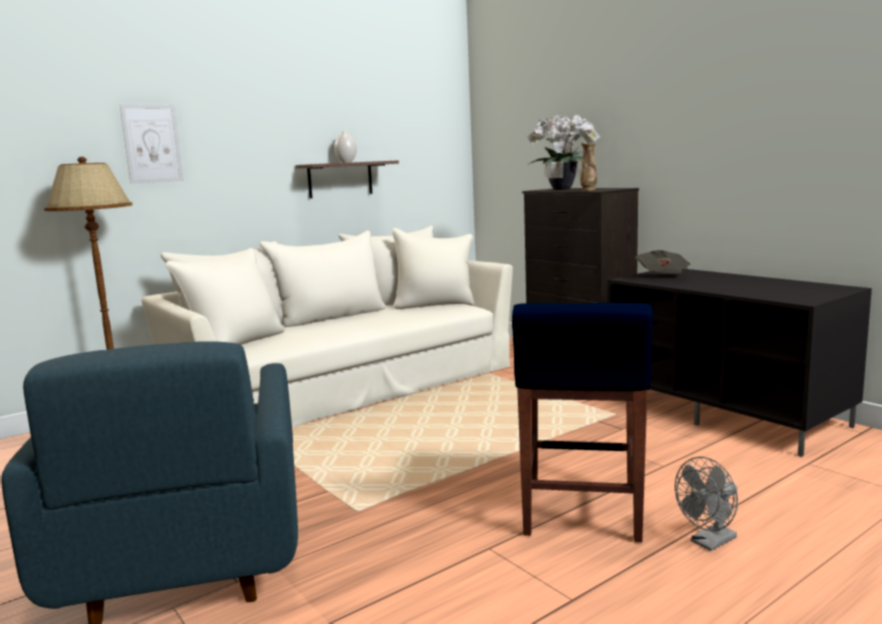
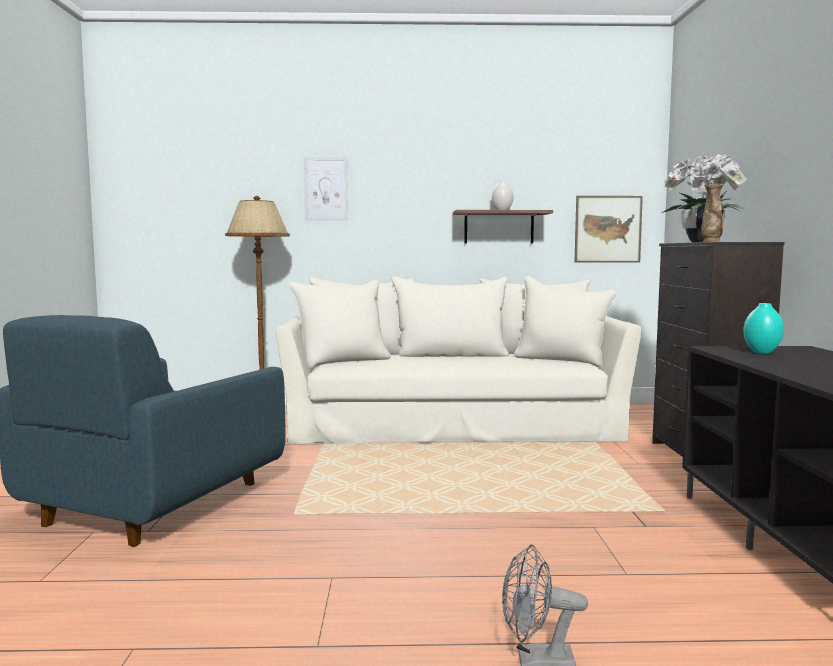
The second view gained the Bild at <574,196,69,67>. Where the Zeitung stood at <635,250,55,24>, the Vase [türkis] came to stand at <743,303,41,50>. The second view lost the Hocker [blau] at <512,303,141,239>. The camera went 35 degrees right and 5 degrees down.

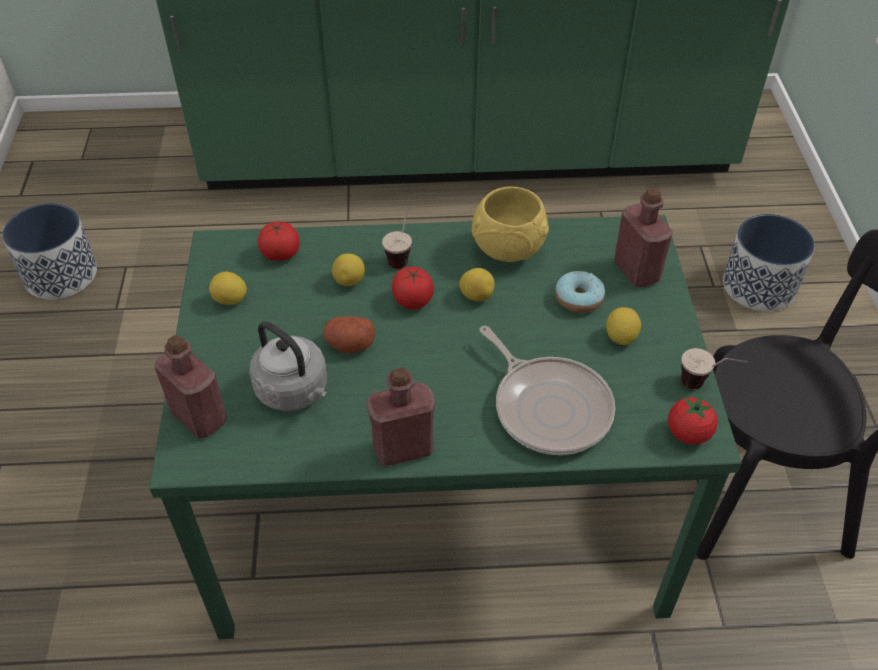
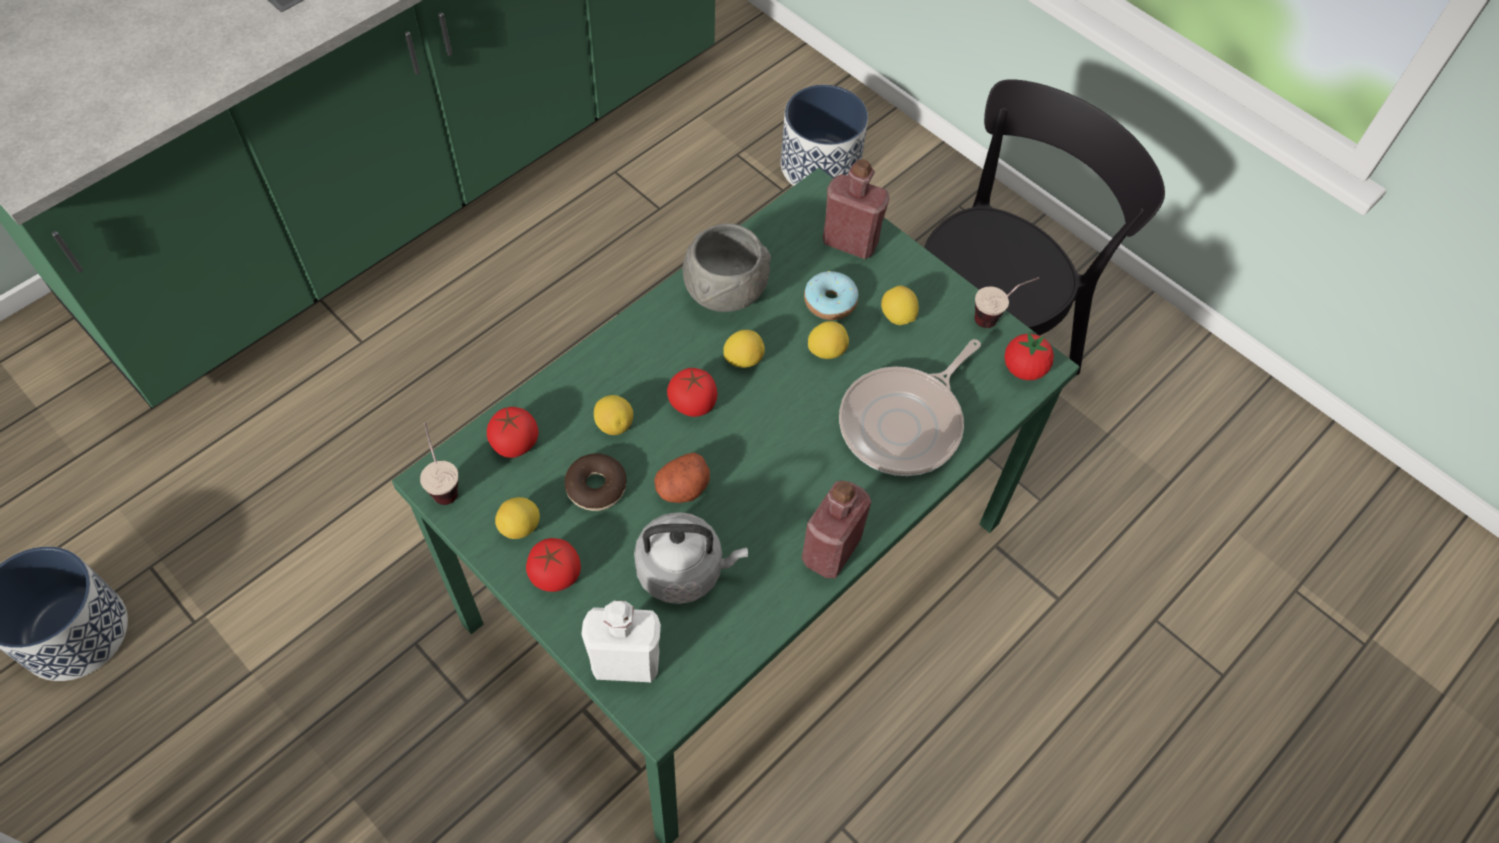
The Tasse ended up elsewhere, having gone from <382,202,31,67> to <420,423,38,82>. The second view gained the Tomate at <526,538,55,54>. The second view gained the Donut at <565,453,62,58>. What was the Flasche [rot] at <155,335,72,104> turned into the Flasche [weiß] at <581,600,80,82>. What was the Schüssel [gelb] at <472,186,77,76> turned into the Schüssel [grau] at <683,224,88,88>. The second view gained the Zitrone at <808,321,41,38>. The Pfanne at <480,326,135,129> ended up facing another way, 120 degrees clockwise from before. The camera went 45 degrees left and 10 degrees up.

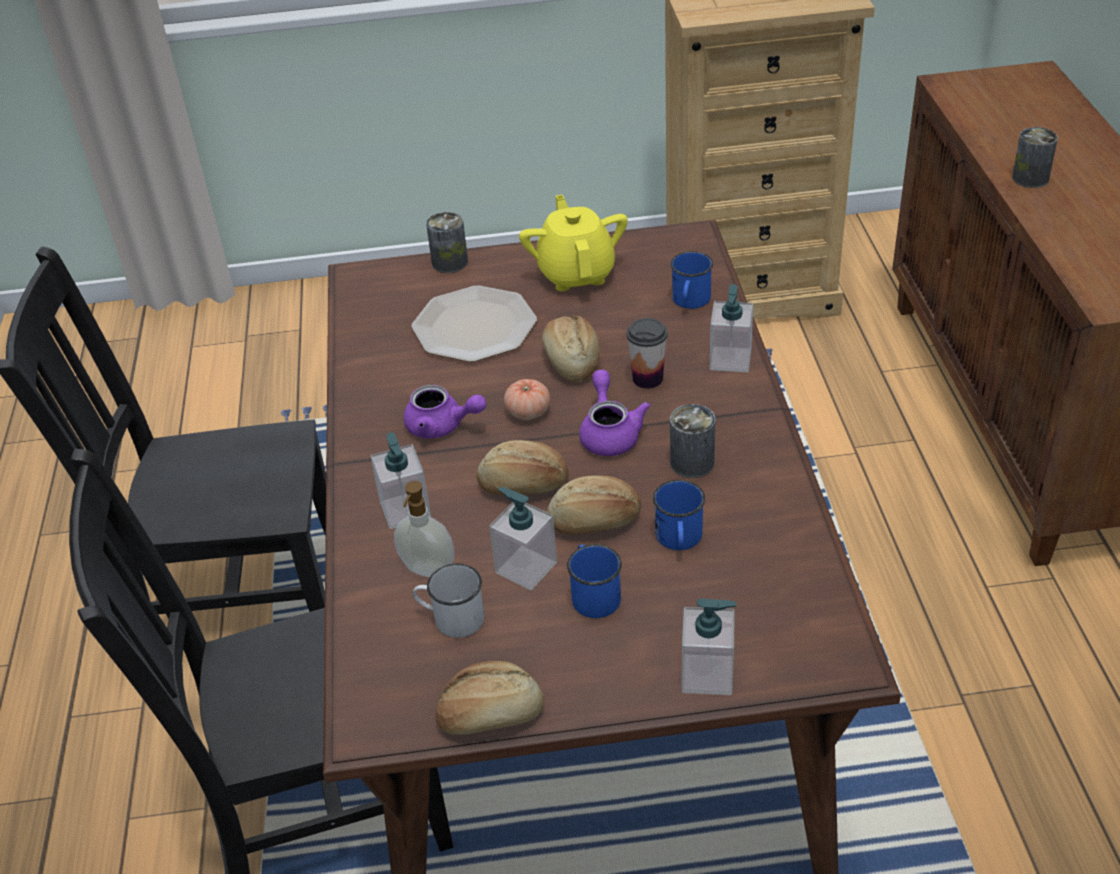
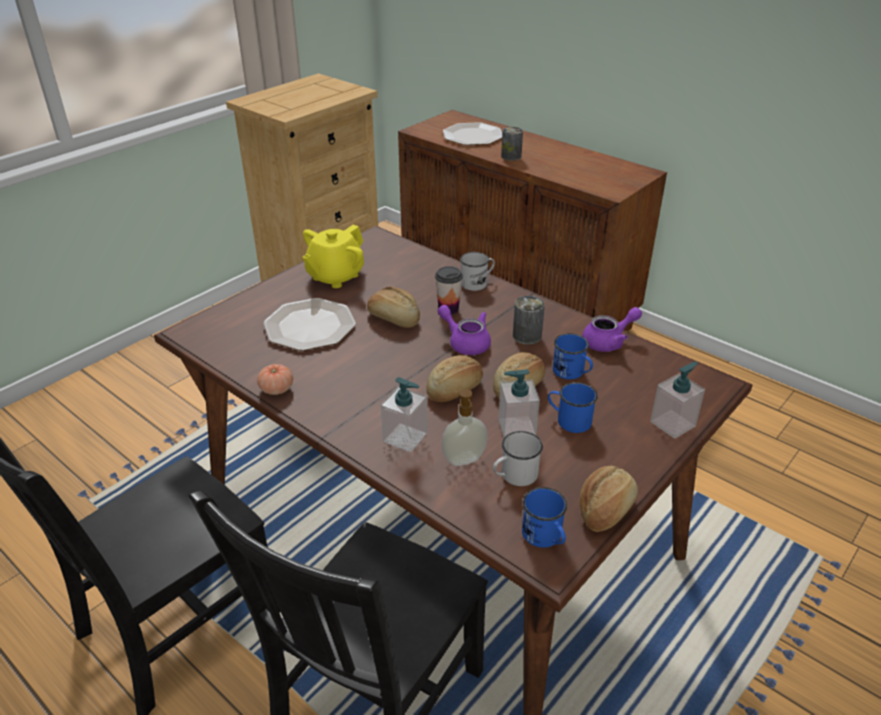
The Tomate ended up elsewhere, having gone from <504,379,46,41> to <257,364,36,31>. The Teekanne [gelb] at <519,195,109,96> ended up facing another way, 90 degrees counterclockwise from before. The second view gained the Teller at <443,122,59,23>. Where the Seifenspender stood at <710,284,43,89>, the Henkelbecher [weiß] came to stand at <460,252,35,39>. The Henkelbecher [blau] ended up elsewhere, having gone from <670,251,43,58> to <522,487,45,61>. The Teekanne [lila] ended up elsewhere, having gone from <403,385,83,54> to <582,307,60,45>. The second view lost the Dose at <426,212,42,61>. The camera went 45 degrees left and 5 degrees down.

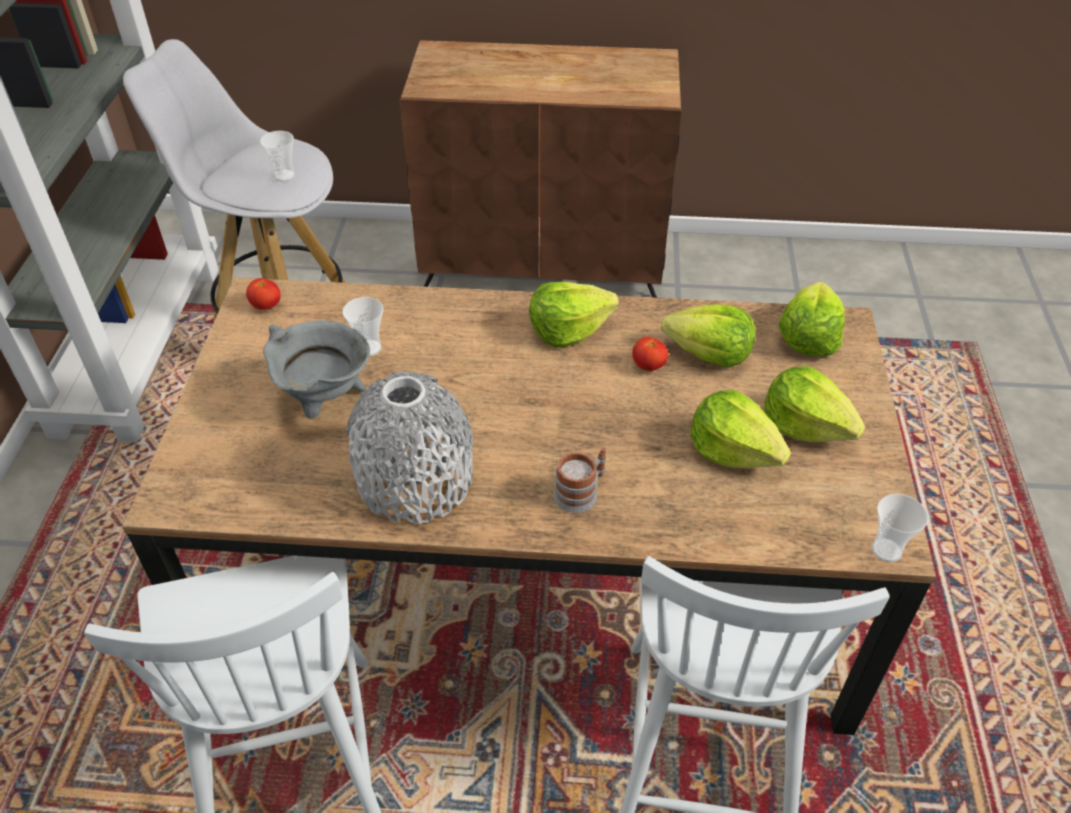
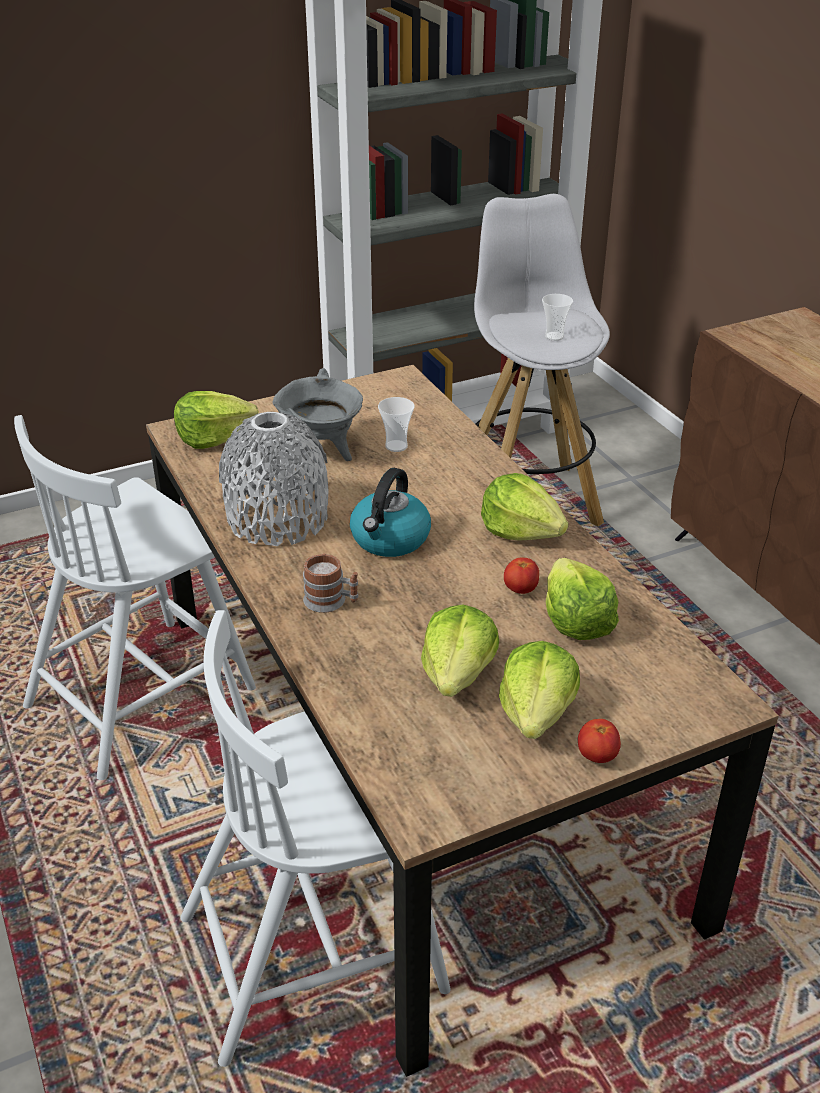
The Salatkopf ended up elsewhere, having gone from <779,282,66,74> to <174,391,85,58>. The second view gained the Wasserkessel at <350,468,81,89>. The Tomate ended up elsewhere, having gone from <246,278,35,32> to <578,719,43,44>. The second view lost the Tasse at <872,494,56,68>. The camera went 60 degrees right and 10 degrees down.

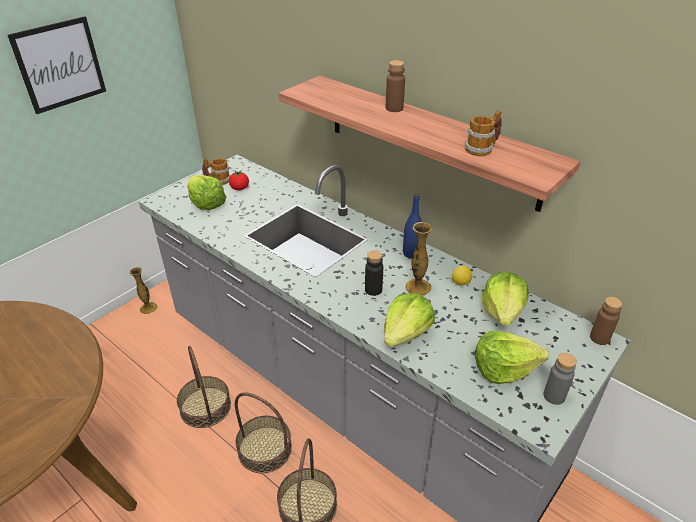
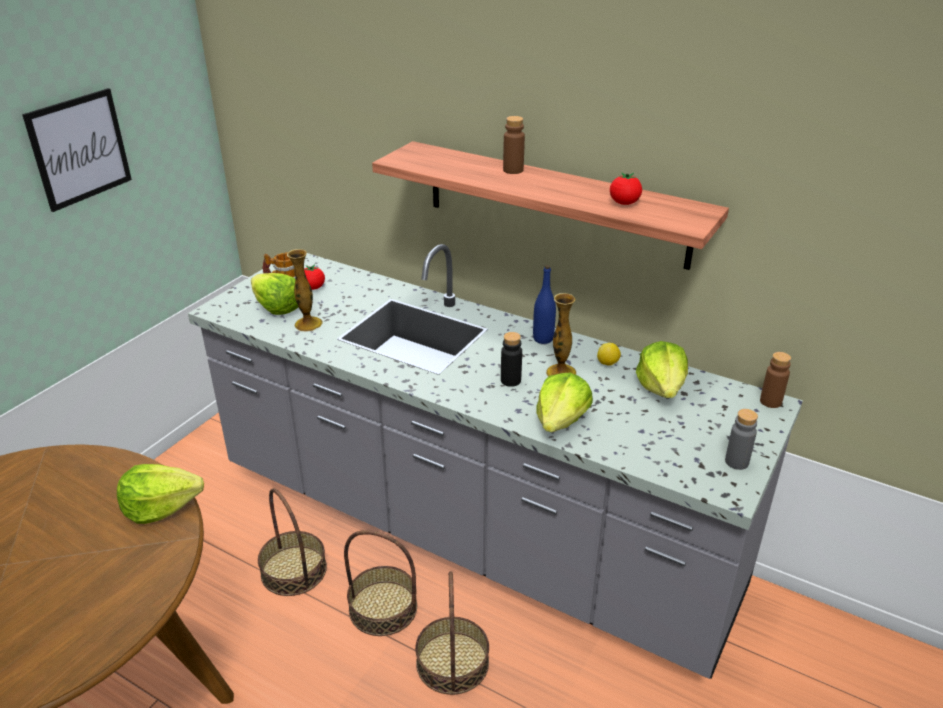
The Salatkopf ended up elsewhere, having gone from <475,331,74,53> to <117,464,87,60>. The Vase ended up elsewhere, having gone from <129,267,29,47> to <287,249,36,83>. Where the Henkelbecher stood at <465,110,37,46>, the Tomate came to stand at <610,172,32,33>. The camera went 10 degrees left and 5 degrees down.

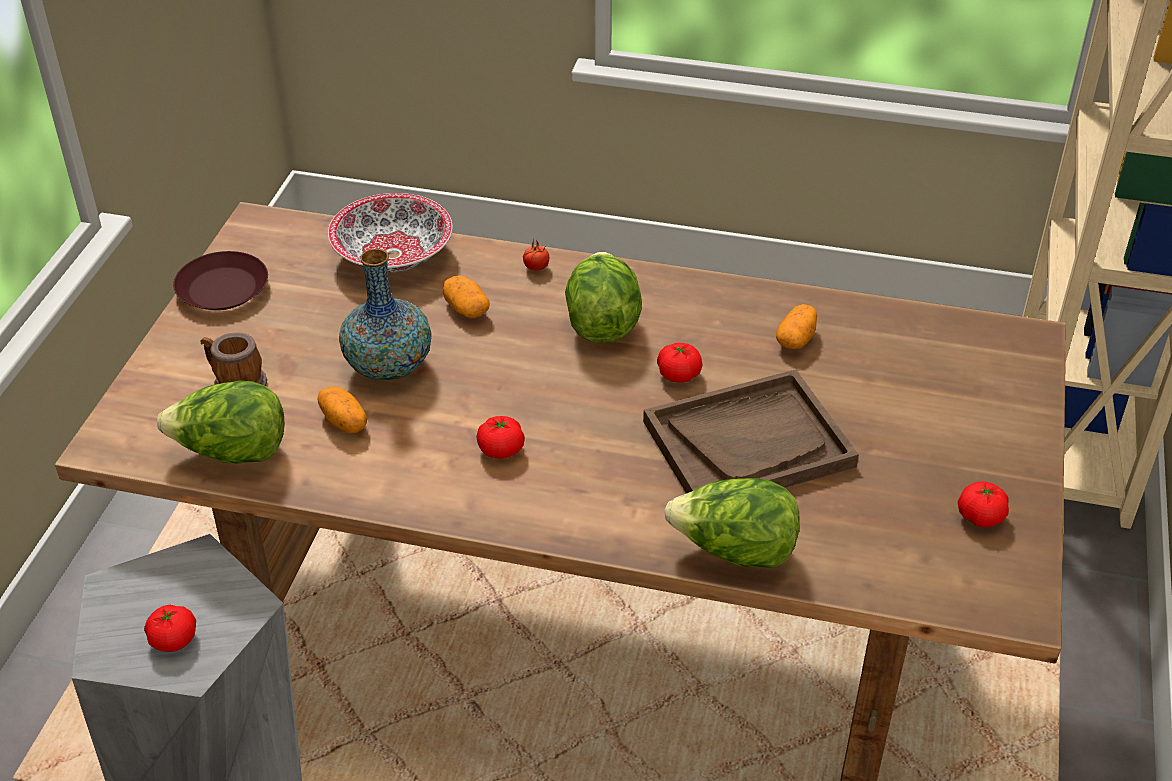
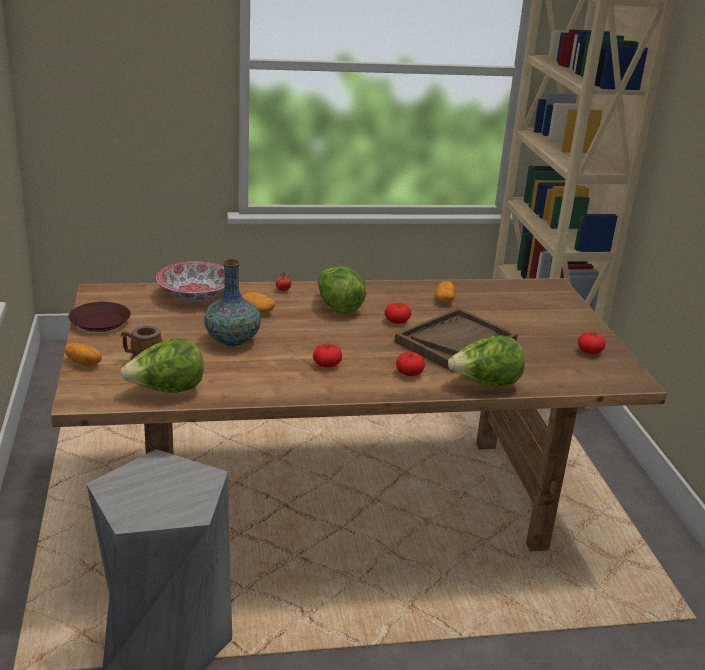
The Kartoffel ended up elsewhere, having gone from <317,387,50,46> to <64,343,38,23>. The Tomate ended up elsewhere, having gone from <144,605,52,47> to <396,352,29,24>. The camera went 25 degrees left and 15 degrees down.

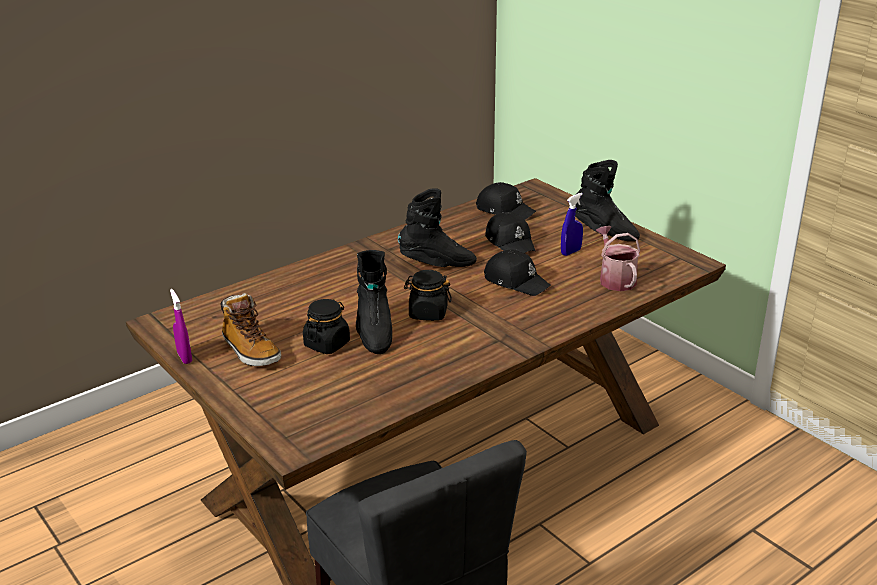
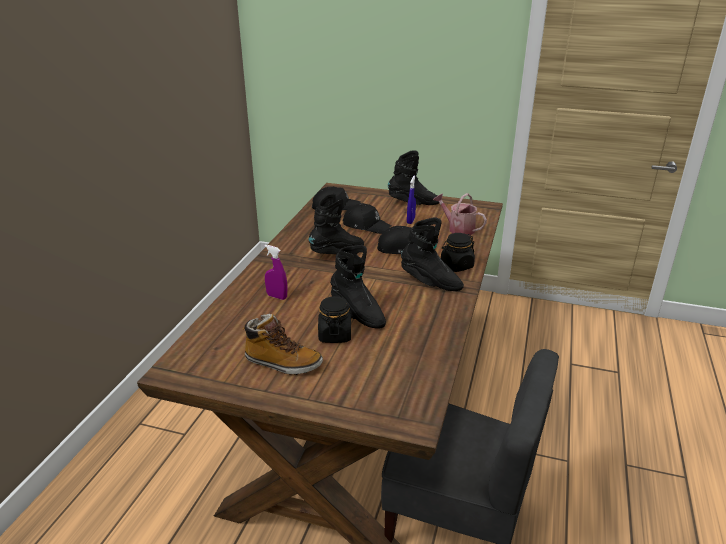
The Sprühflasche [lila] ended up elsewhere, having gone from <170,289,22,75> to <264,245,23,55>. The second view gained the Stiefel [schwarz] at <401,217,63,74>. The Vorratsglas [schwarz] ended up elsewhere, having gone from <404,270,48,51> to <441,233,34,39>. The camera went 35 degrees left and 0 degrees up.

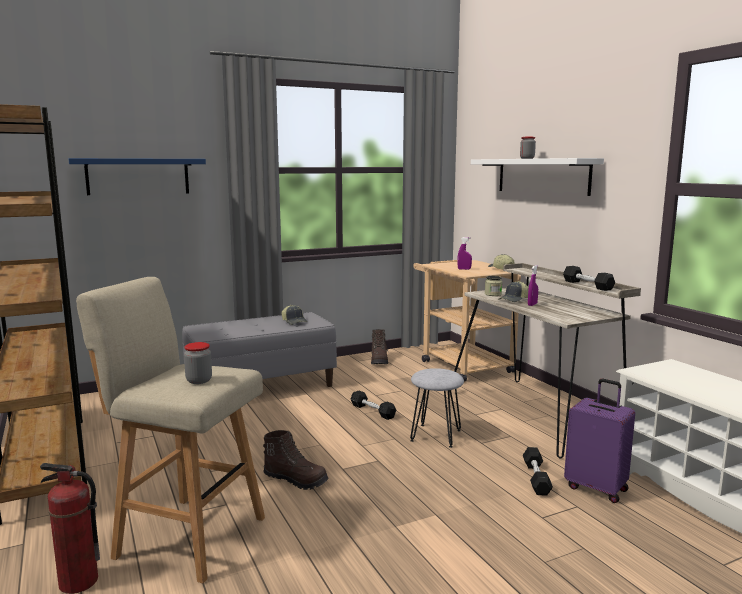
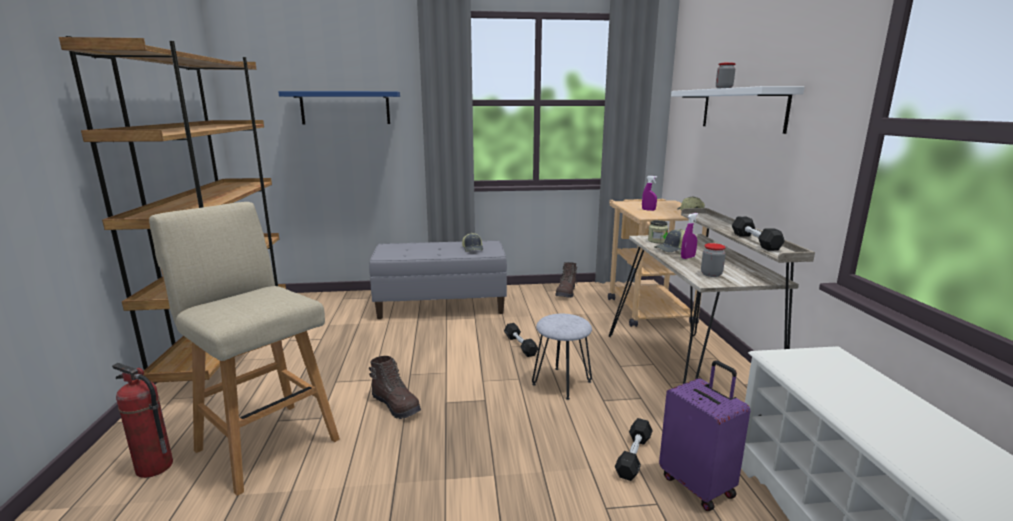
The Vorratsglas ended up elsewhere, having gone from <184,342,28,42> to <701,243,25,34>. The camera went 20 degrees right and 5 degrees up.

